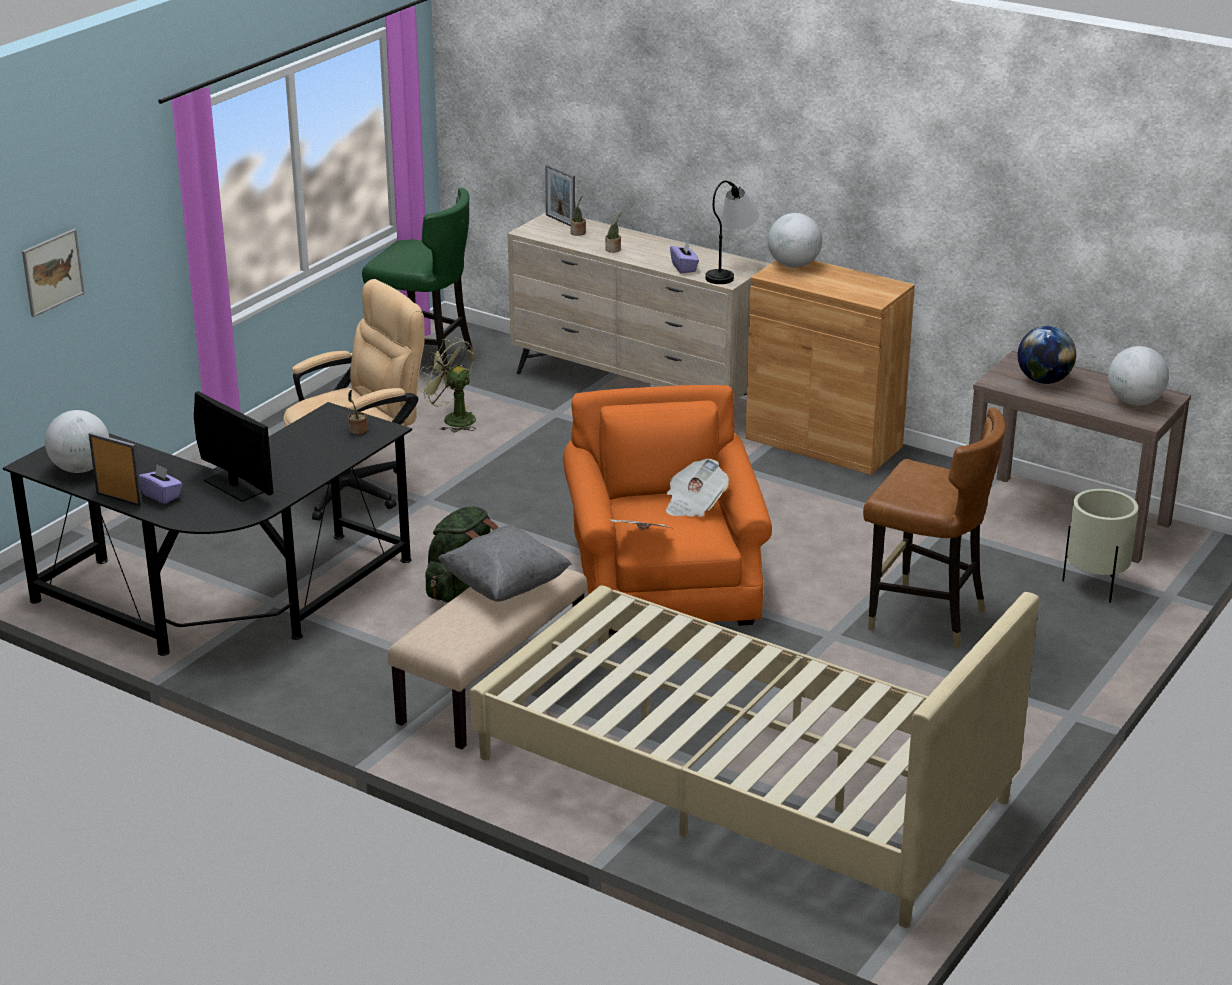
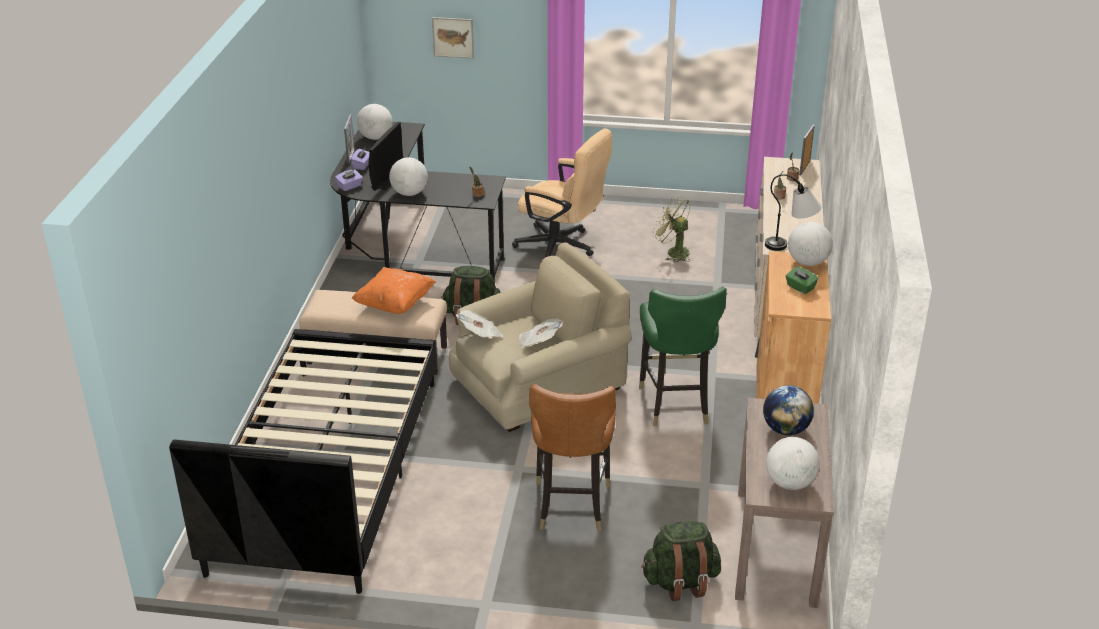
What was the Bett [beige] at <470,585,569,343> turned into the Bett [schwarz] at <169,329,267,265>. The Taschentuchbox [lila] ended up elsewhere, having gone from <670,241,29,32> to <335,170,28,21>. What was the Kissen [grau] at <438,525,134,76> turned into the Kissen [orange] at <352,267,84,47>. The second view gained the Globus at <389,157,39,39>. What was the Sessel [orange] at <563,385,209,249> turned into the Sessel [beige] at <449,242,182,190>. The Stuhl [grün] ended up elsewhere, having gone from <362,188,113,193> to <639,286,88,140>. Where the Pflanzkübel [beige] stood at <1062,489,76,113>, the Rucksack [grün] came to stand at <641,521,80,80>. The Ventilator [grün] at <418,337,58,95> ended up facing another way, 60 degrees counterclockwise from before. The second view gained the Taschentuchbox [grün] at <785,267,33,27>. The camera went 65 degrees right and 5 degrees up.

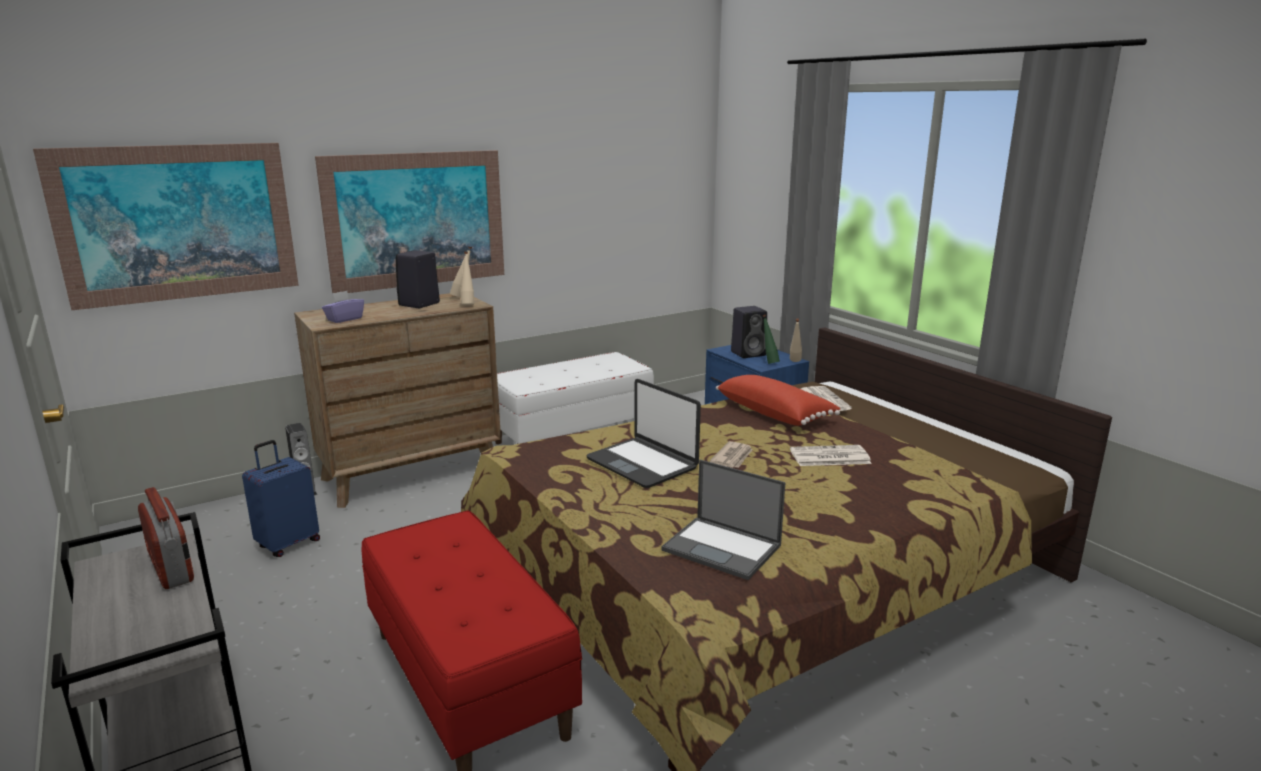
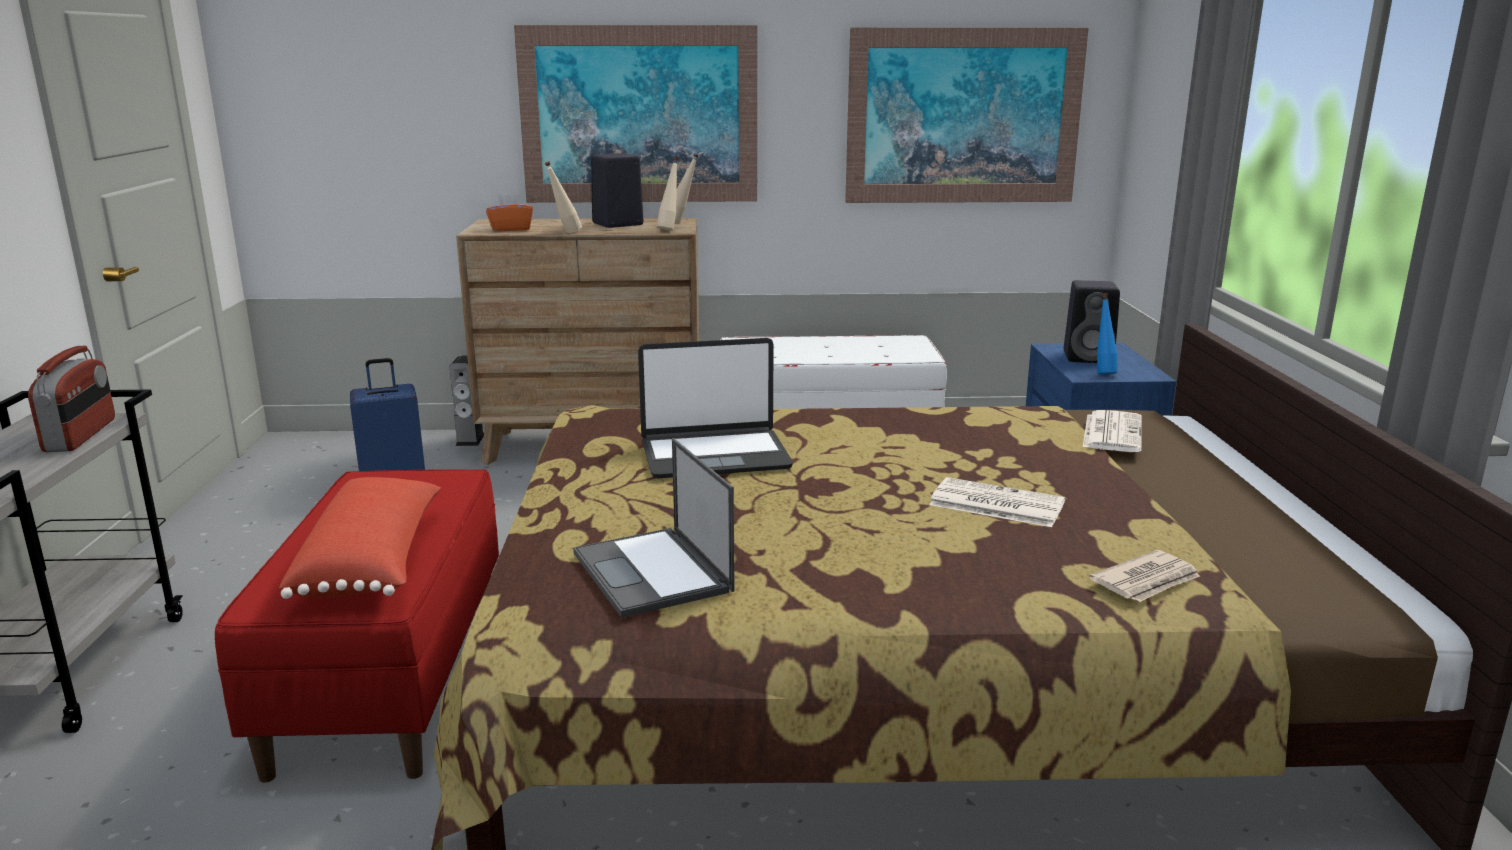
The Kissen [rot] ended up elsewhere, having gone from <716,375,124,51> to <279,477,162,122>. What was the Taschentuchbox [lila] at <322,291,42,32> turned into the Taschentuchbox [orange] at <486,193,47,39>. The Flasche [beige] ended up elsewhere, having gone from <790,319,12,43> to <545,161,37,72>. The Laptop at <586,379,115,109> ended up facing another way, 90 degrees counterclockwise from before. The Bild ended up elsewhere, having gone from <33,143,266,167> to <845,27,244,176>. The Zeitung ended up elsewhere, having gone from <710,441,42,27> to <1089,550,111,52>. What was the Flasche [grün] at <763,315,17,49> turned into the Flasche [blau] at <1097,293,21,81>. The camera went 30 degrees right and 0 degrees up.

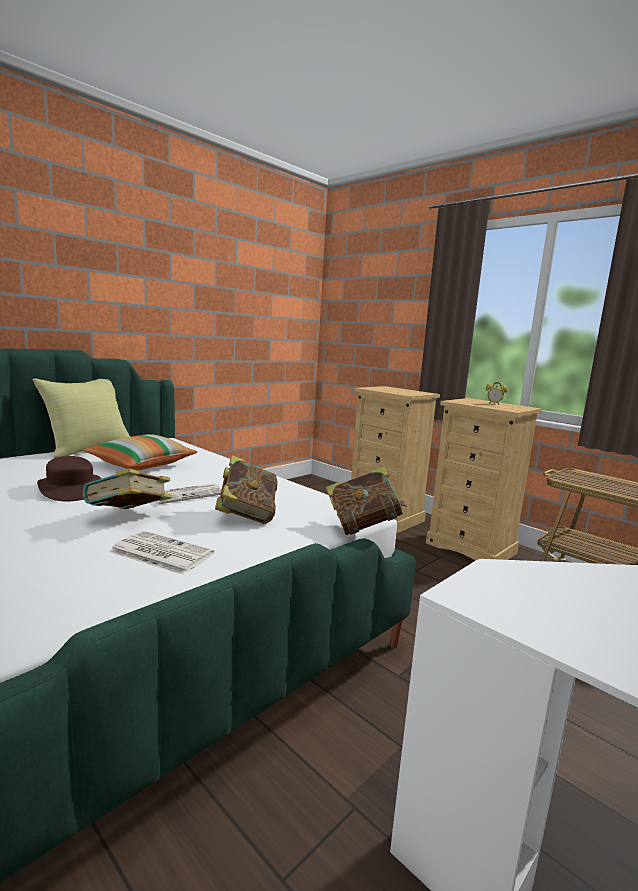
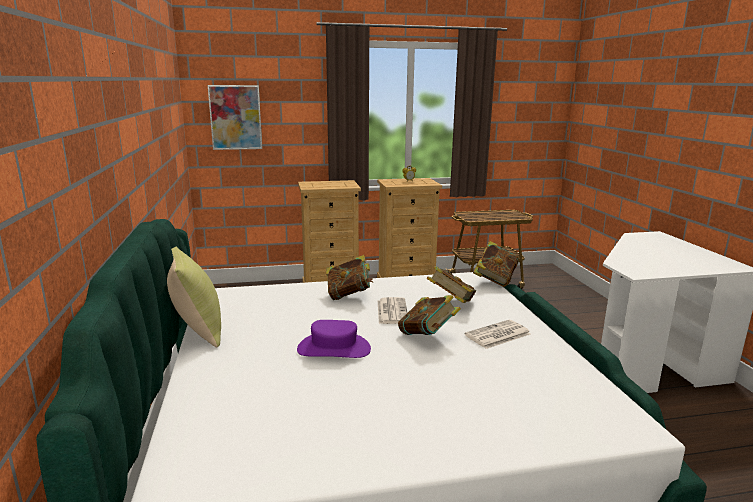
The second view gained the Bild at <208,85,54,65>. What was the Hut [braun] at <37,456,64,45> turned into the Hut [lila] at <297,320,74,38>. The second view gained the Buch at <326,255,47,45>. The second view lost the Kissen at <84,434,113,37>. The camera went 55 degrees left and 5 degrees up.

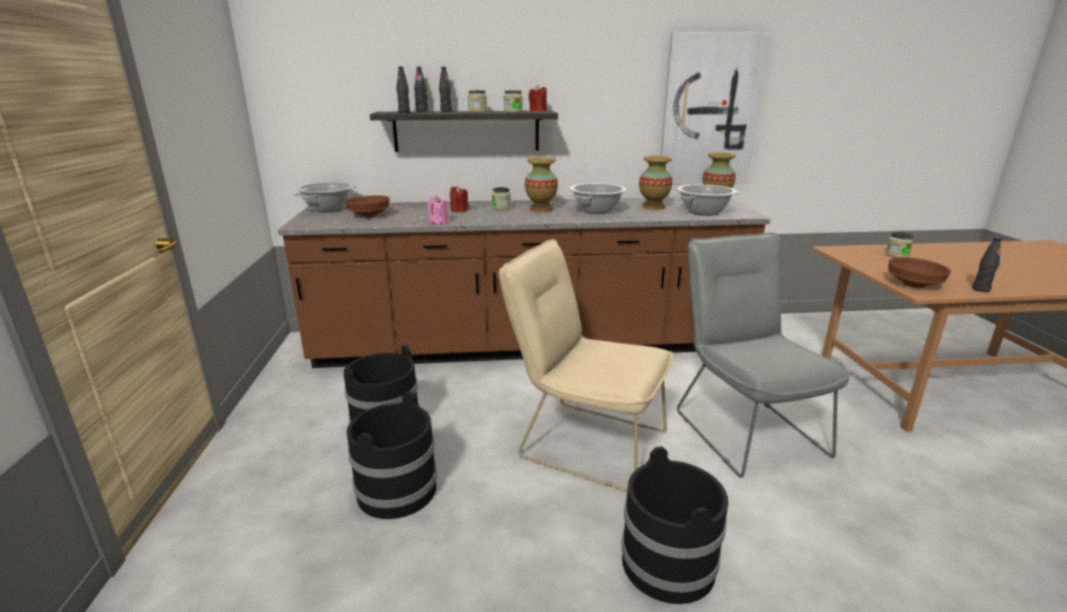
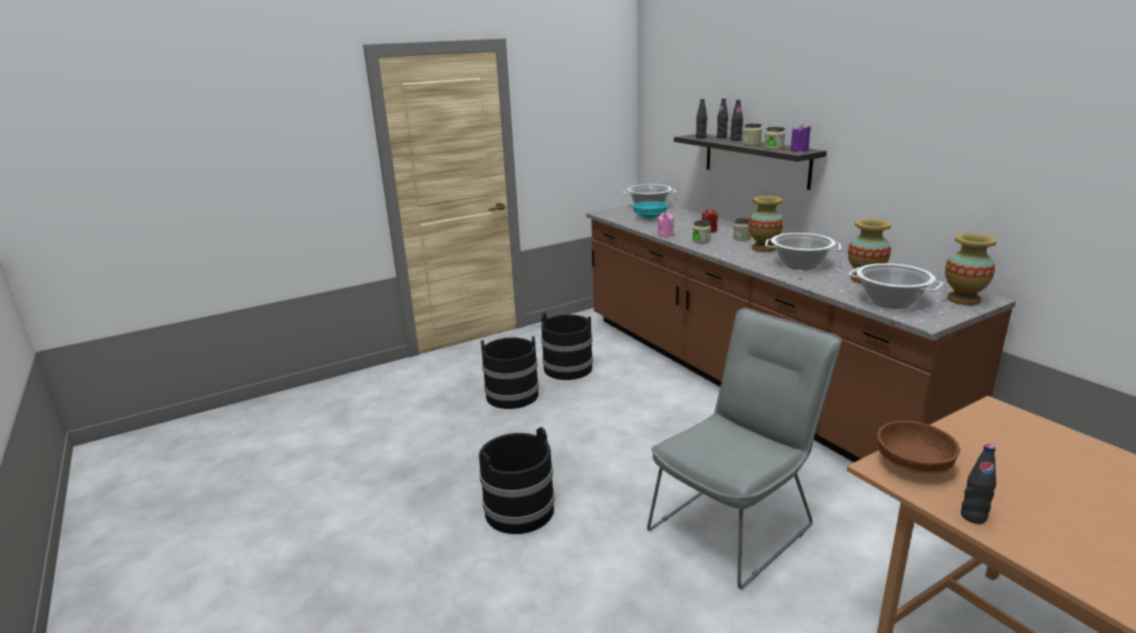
What was the Schüssel [braun] at <345,195,45,22> turned into the Schüssel [türkis] at <633,201,35,18>. The Vorratsglas ended up elsewhere, having gone from <886,232,27,25> to <692,220,19,23>. What was the Kerze [rot] at <529,85,18,27> turned into the Kerze [lila] at <791,124,20,27>. The second view lost the Stuhl [beige] at <499,239,174,253>. The second view lost the Bild at <661,32,108,153>. The camera went 65 degrees right and 0 degrees up.

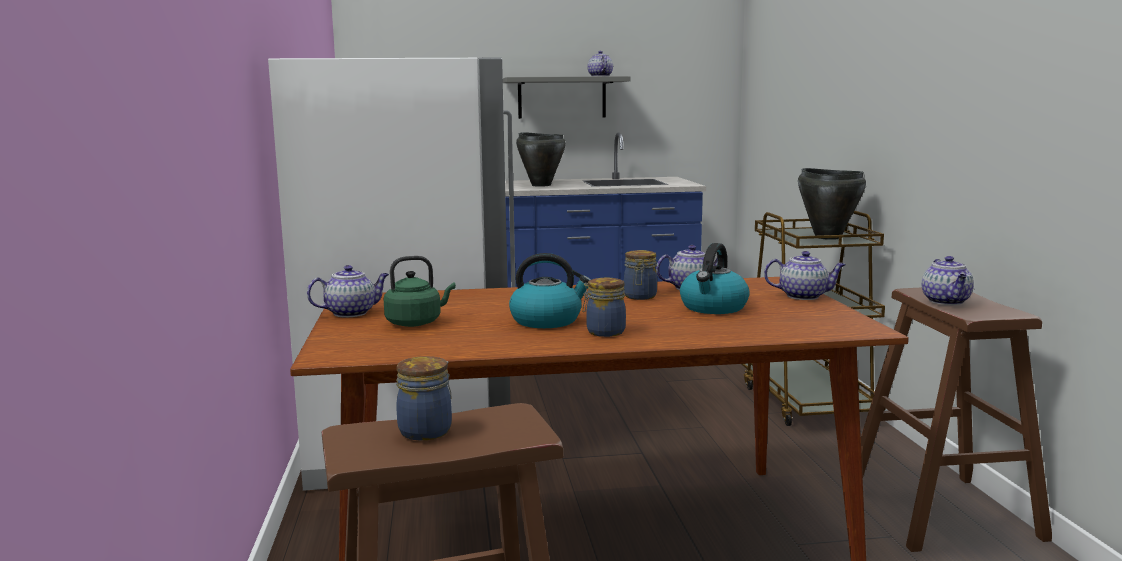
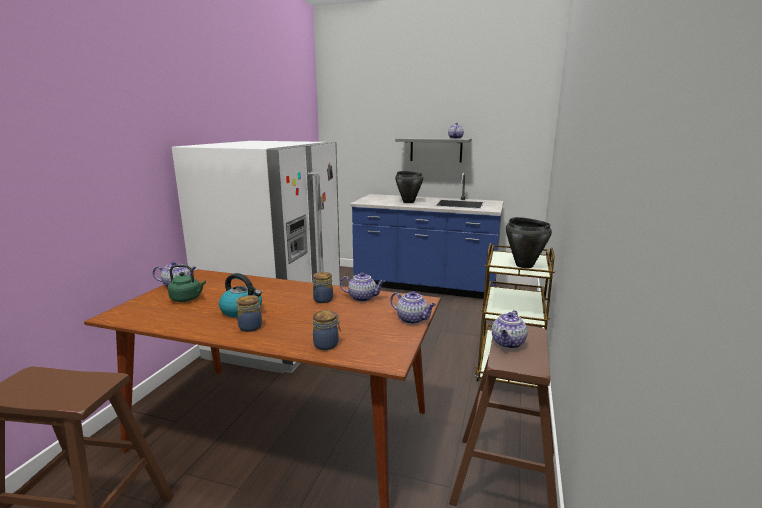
The Vorratsglas ended up elsewhere, having gone from <396,356,56,84> to <313,310,28,40>. The second view lost the Wasserkessel at <680,243,70,71>. The camera went 25 degrees right and 5 degrees up.

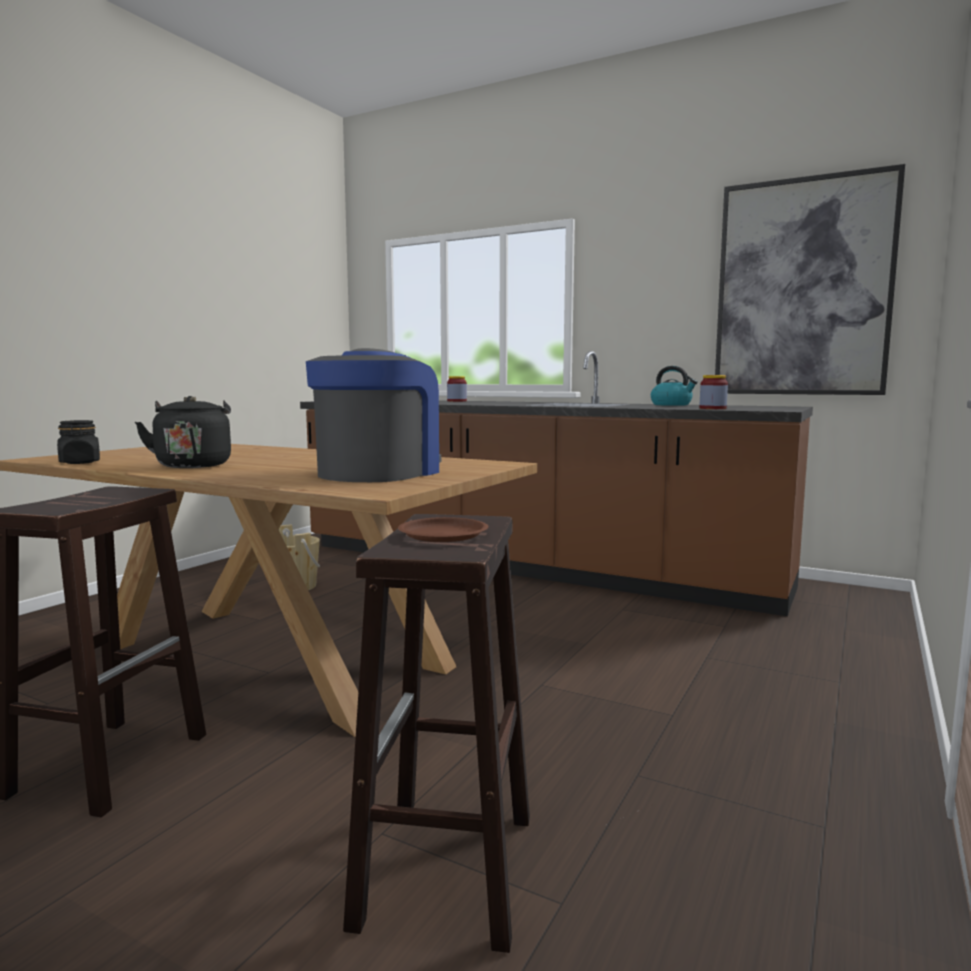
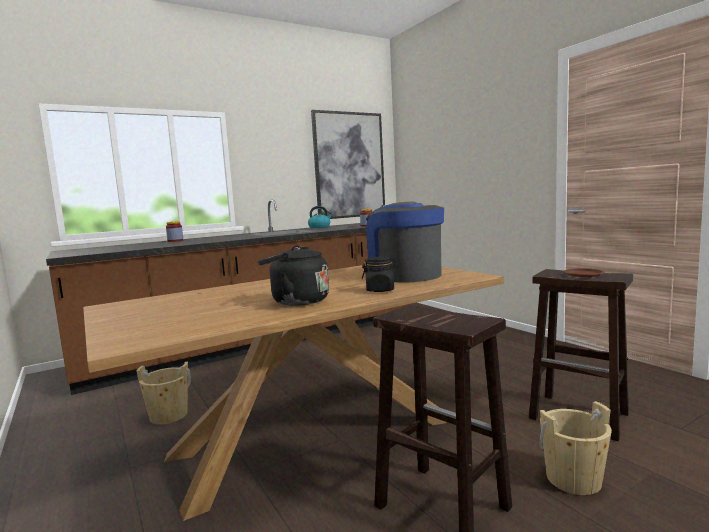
The Vorratsglas [schwarz] ended up elsewhere, having gone from <57,420,43,44> to <362,256,36,36>. The second view gained the Eimer [beige] at <539,401,73,94>. The camera went 60 degrees left and 0 degrees up.

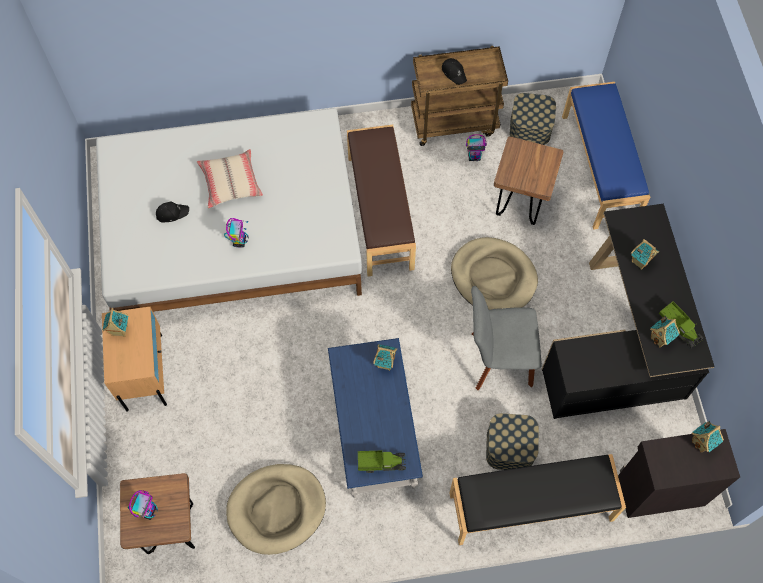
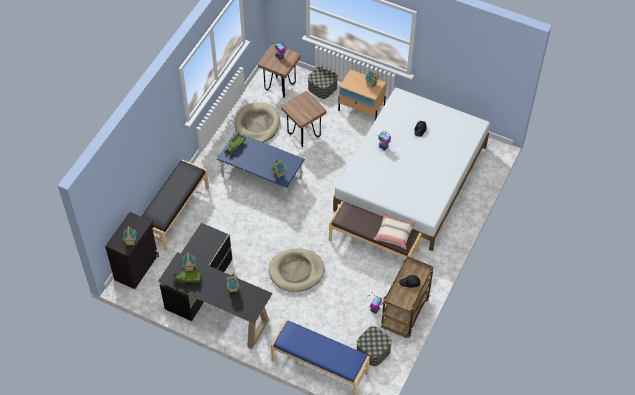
The Hocker [braun] ended up elsewhere, having gone from <494,136,69,89> to <281,91,45,56>. The Aufbewahrungsbox ended up elsewhere, having gone from <486,413,53,57> to <308,66,30,33>. The Kissen [beige] ended up elsewhere, having gone from <197,149,66,59> to <373,213,43,36>. The second view lost the Stuhl [grau] at <471,286,71,104>. The camera went 125 degrees right and 10 degrees down.

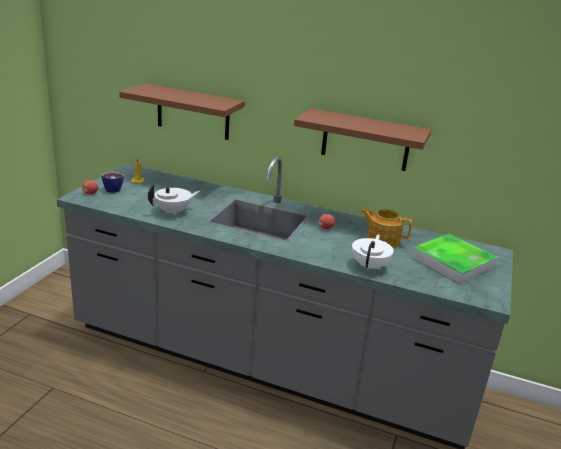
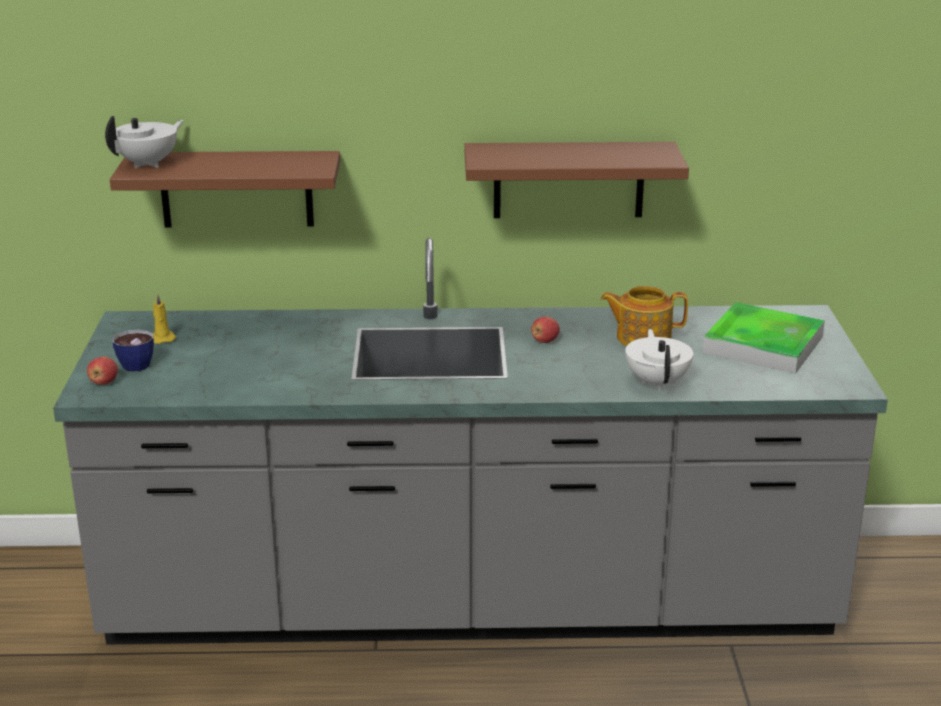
The Teekanne [weiß] ended up elsewhere, having gone from <148,185,52,31> to <105,116,79,52>. The camera went 20 degrees left and 0 degrees up.

